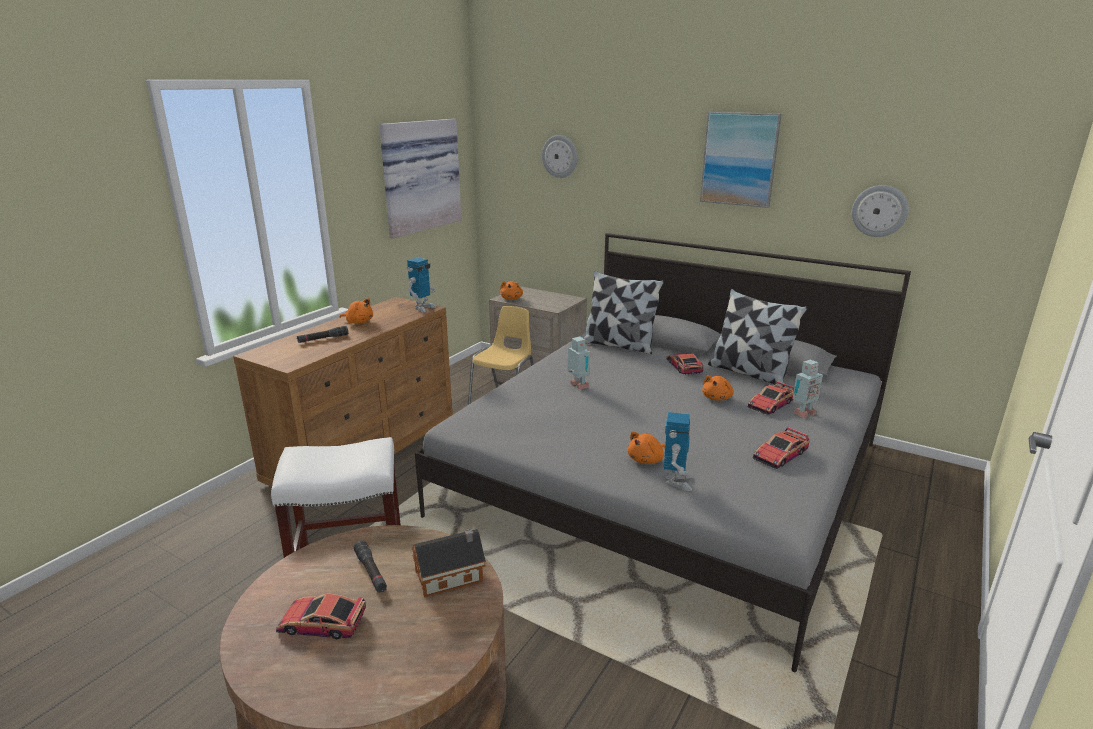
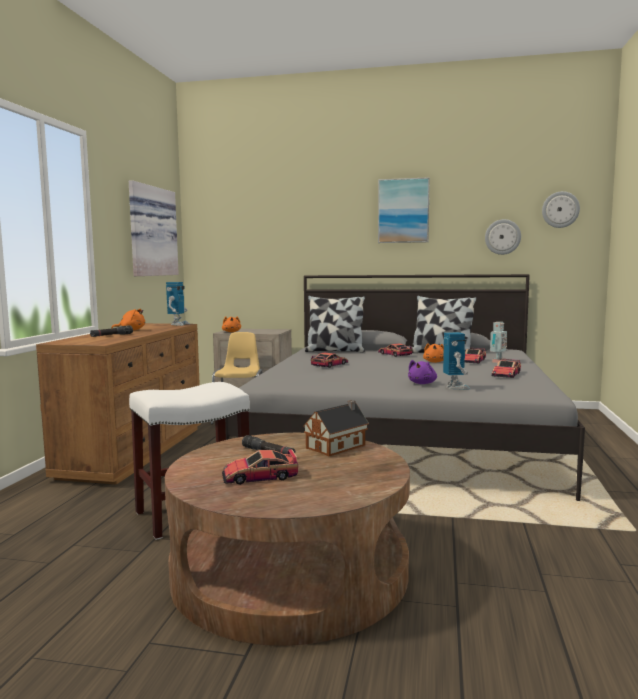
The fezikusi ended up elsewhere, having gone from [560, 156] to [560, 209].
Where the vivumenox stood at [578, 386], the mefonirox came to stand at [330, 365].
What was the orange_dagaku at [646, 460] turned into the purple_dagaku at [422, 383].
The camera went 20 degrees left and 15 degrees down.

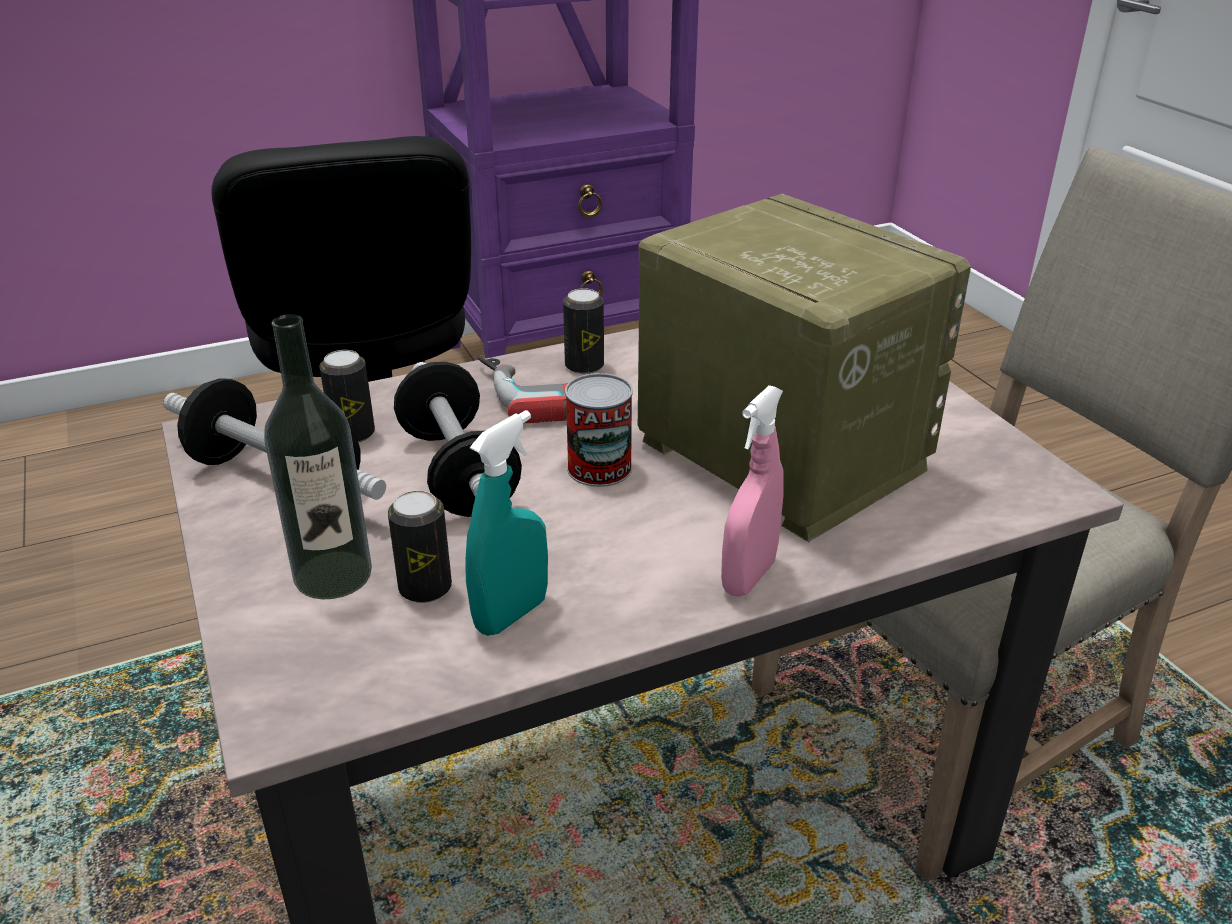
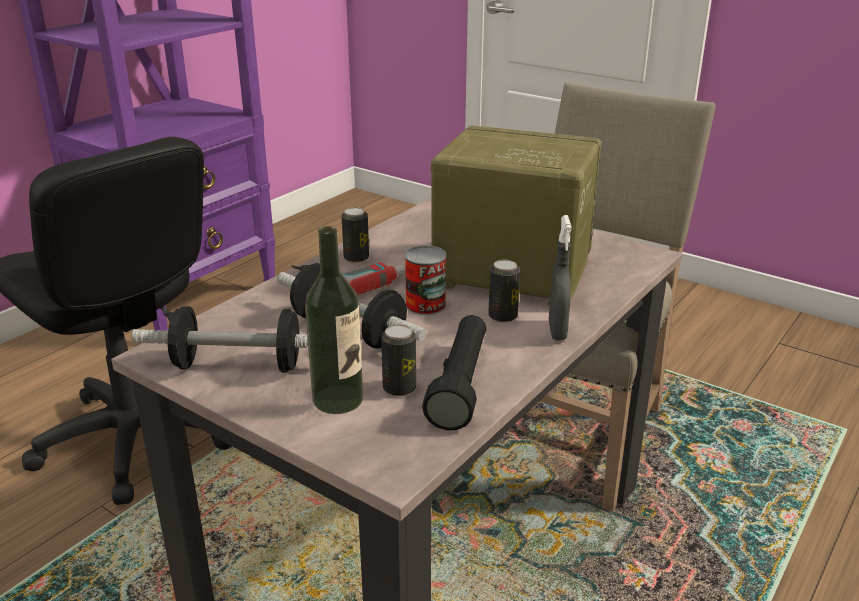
The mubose ended up elsewhere, having gone from [353, 434] to [502, 316].
Where the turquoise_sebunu stood at [511, 614], the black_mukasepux came to stand at [460, 384].
What was the pink_sebunu at [748, 577] turned into the grey_sebunu at [557, 331].
The camera went 30 degrees left and 5 degrees down.

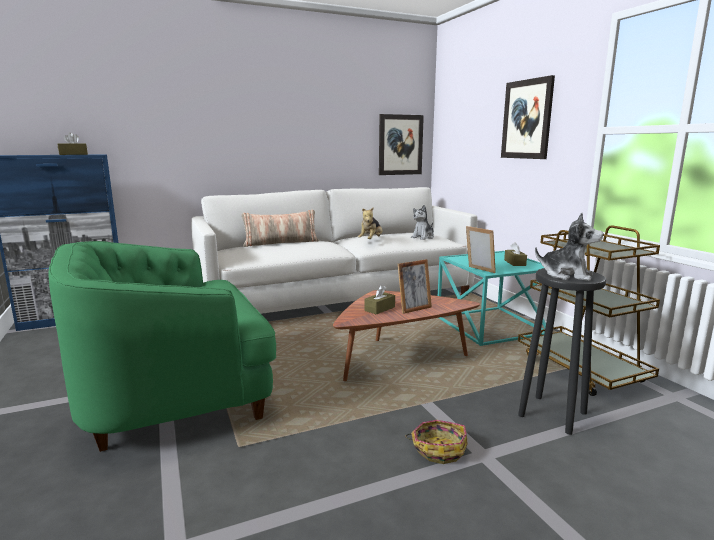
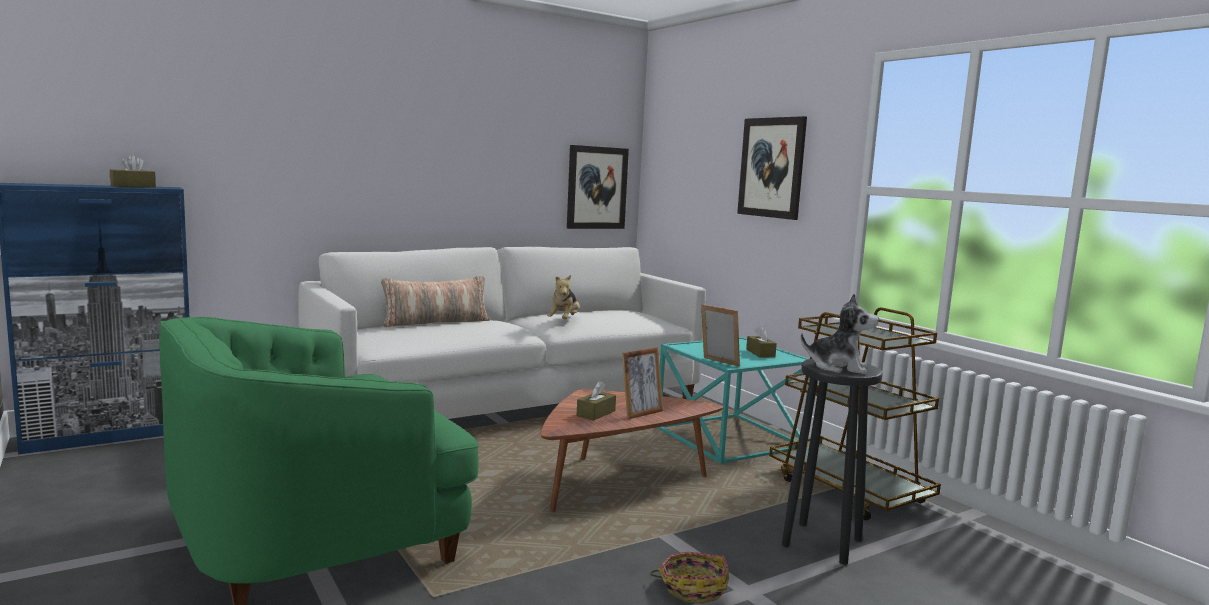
The second view lost the dagaku at [423, 237].
The camera went 10 degrees left and 5 degrees down.

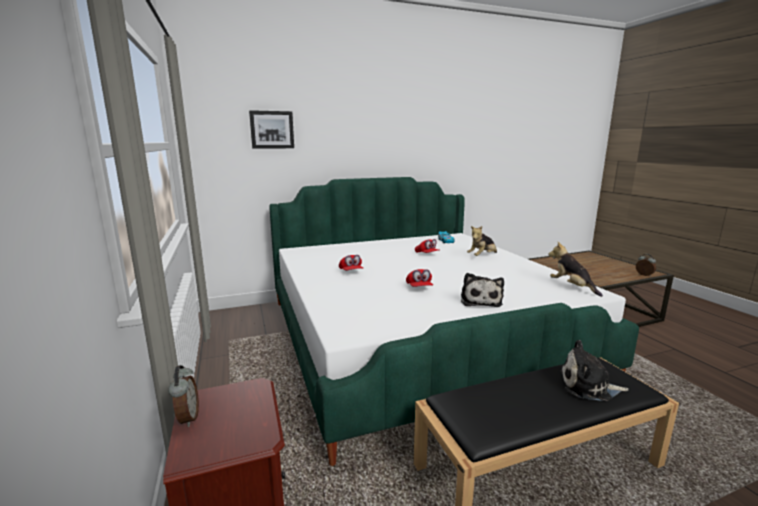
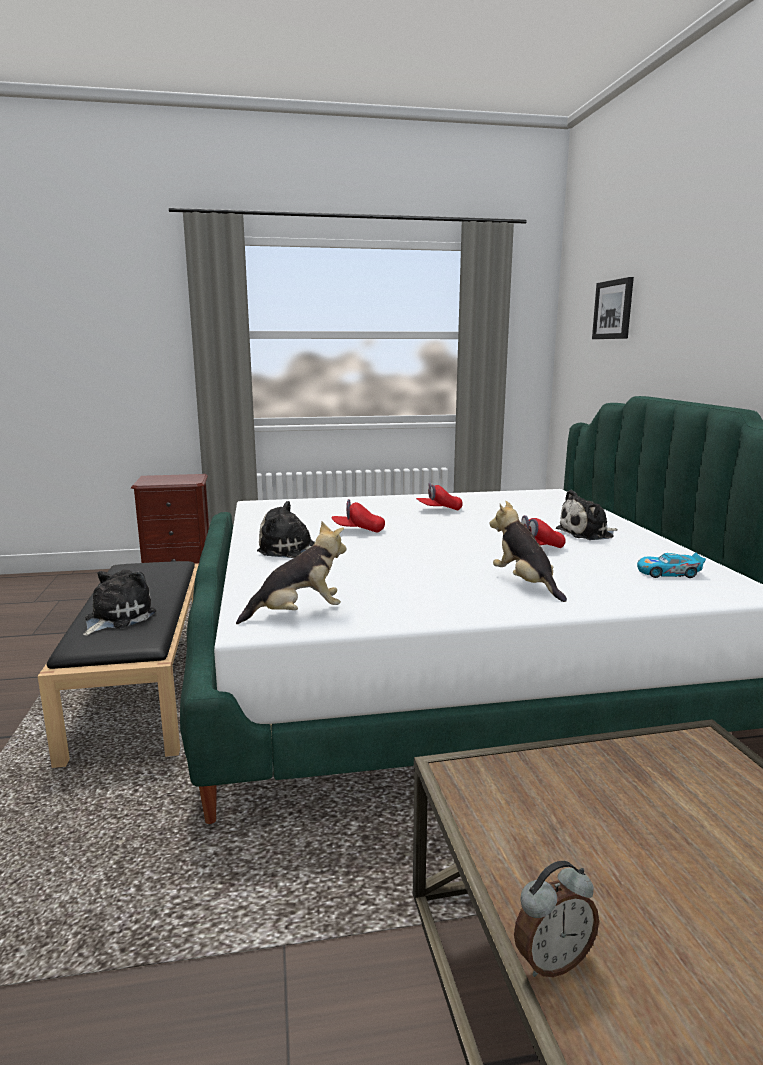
The second view lost the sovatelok at [187, 418].
The second view gained the dagaku at [587, 533].
The camera went 100 degrees right and 0 degrees up.

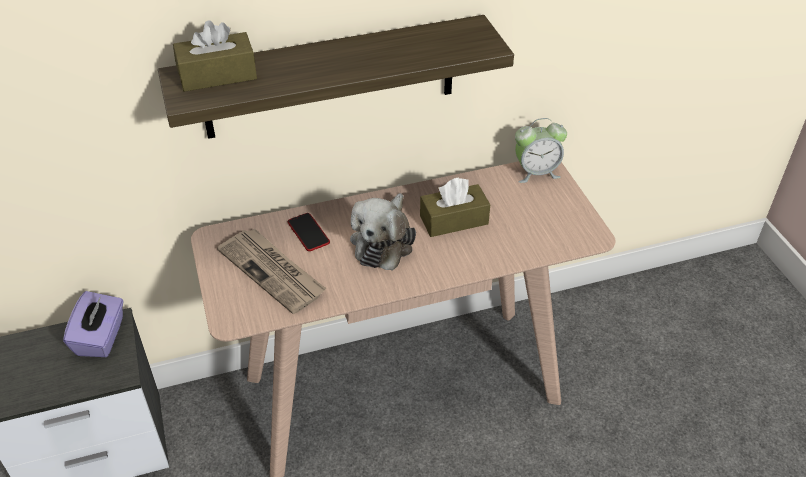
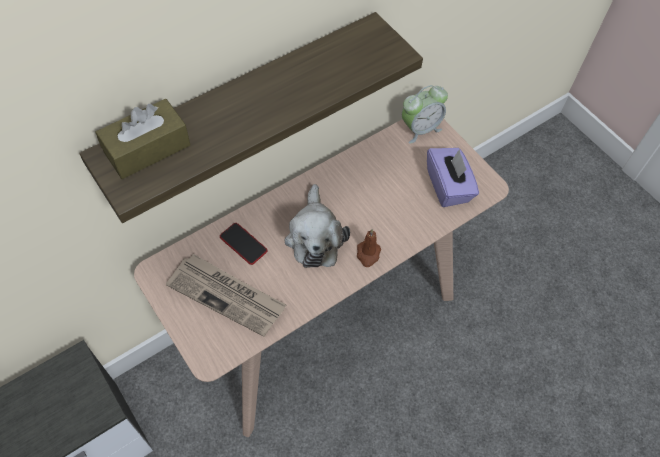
The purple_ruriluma ended up elsewhere, having gone from [101, 337] to [448, 187].
The second view lost the brown_ruriluma at [454, 220].
The second view gained the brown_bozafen at [368, 254].
The camera went 20 degrees left and 15 degrees up.

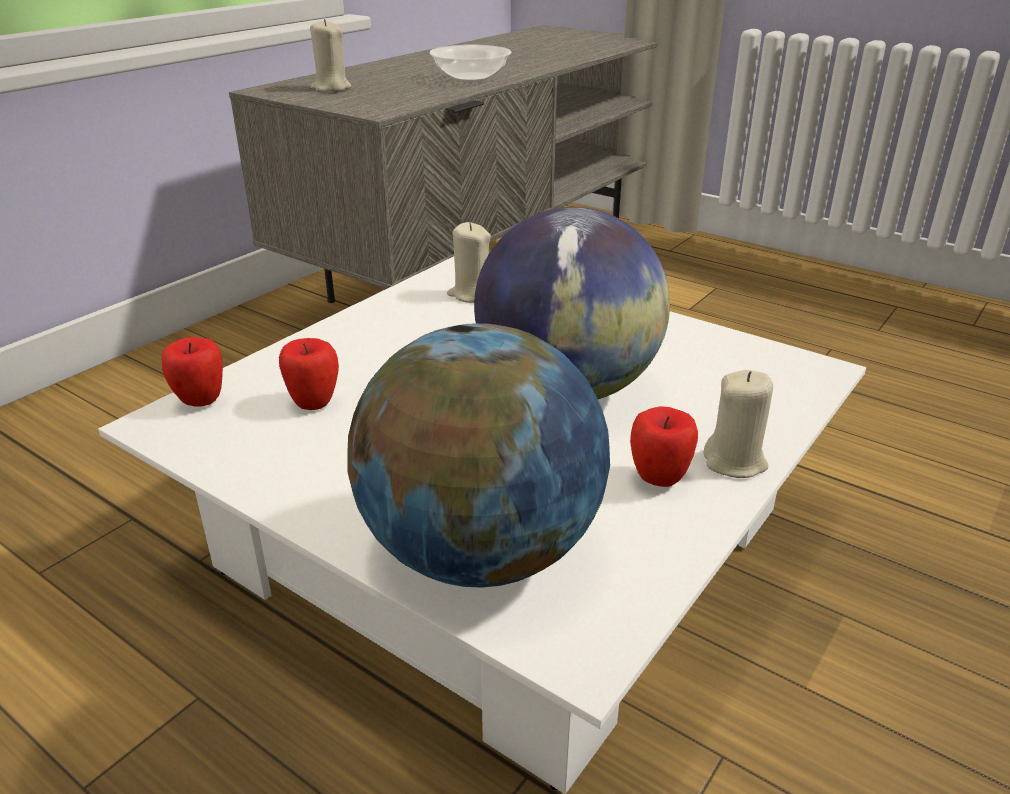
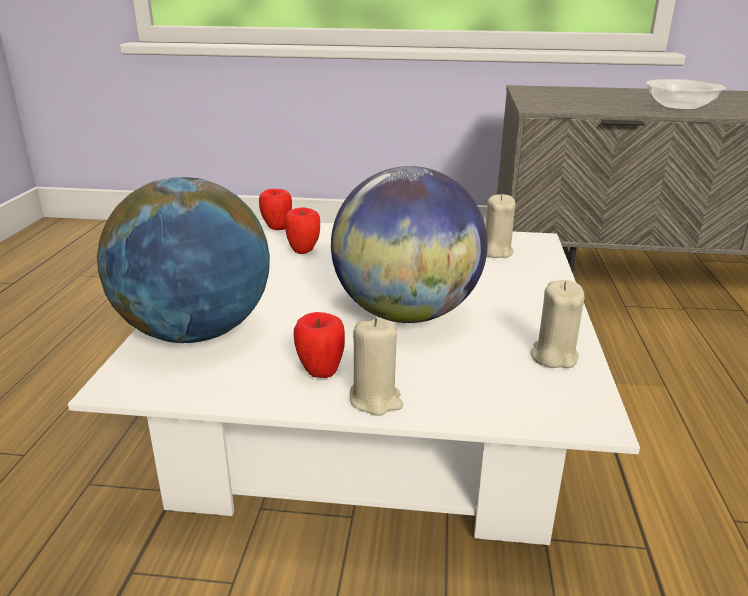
The beige_bozafen ended up elsewhere, having gone from [331, 88] to [553, 356].
The camera went 60 degrees right and 5 degrees down.

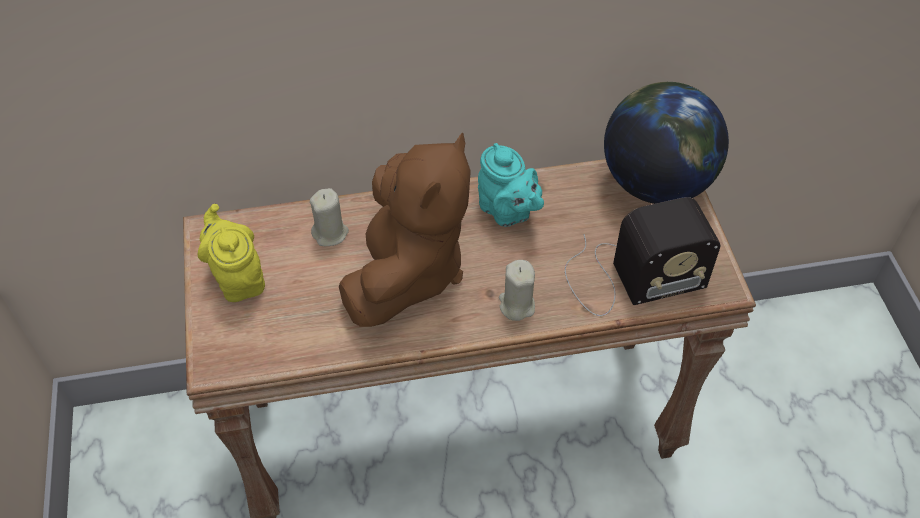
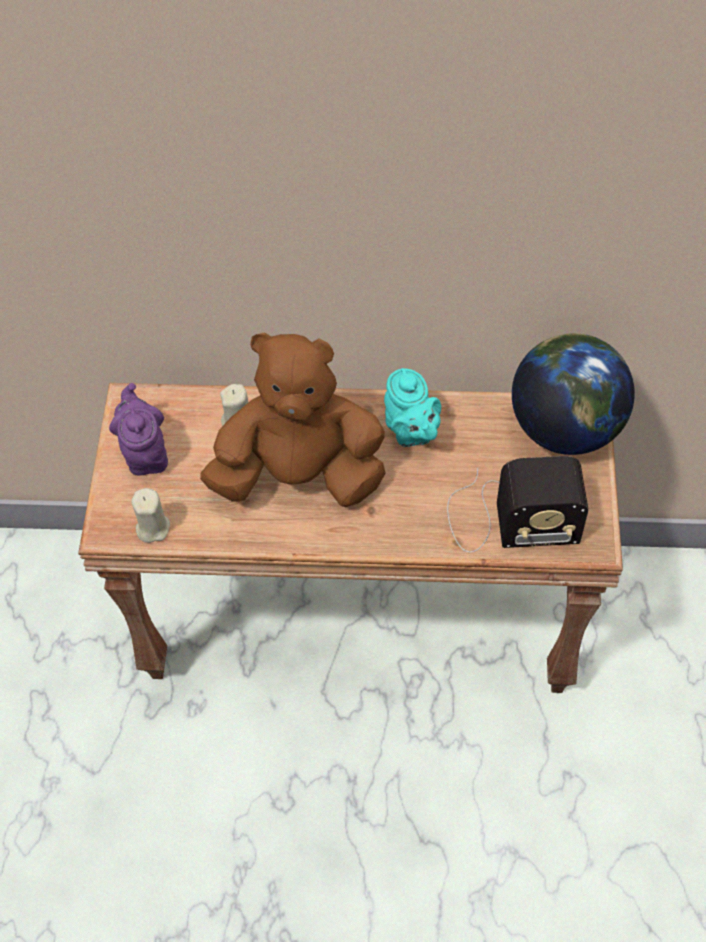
What was the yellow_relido at [238, 278] turned into the purple_relido at [145, 453].
The brown_dagaku at [407, 272] ended up facing another way, 120 degrees counterclockwise from before.
The beige_bozafen ended up elsewhere, having gone from [516, 305] to [152, 527].
The camera went 15 degrees right and 5 degrees up.

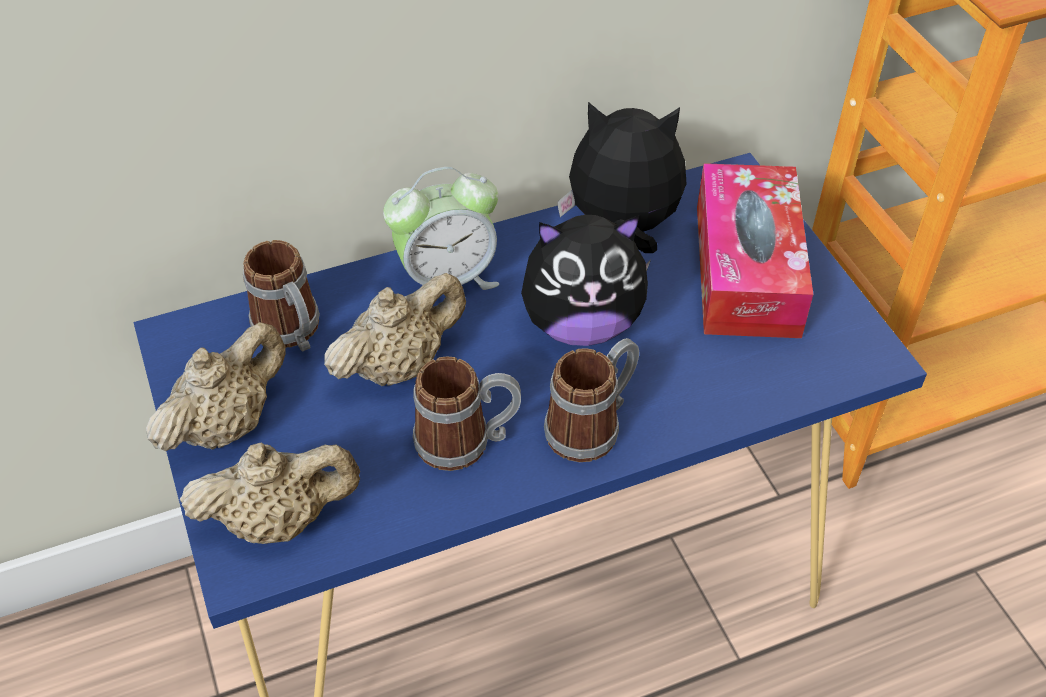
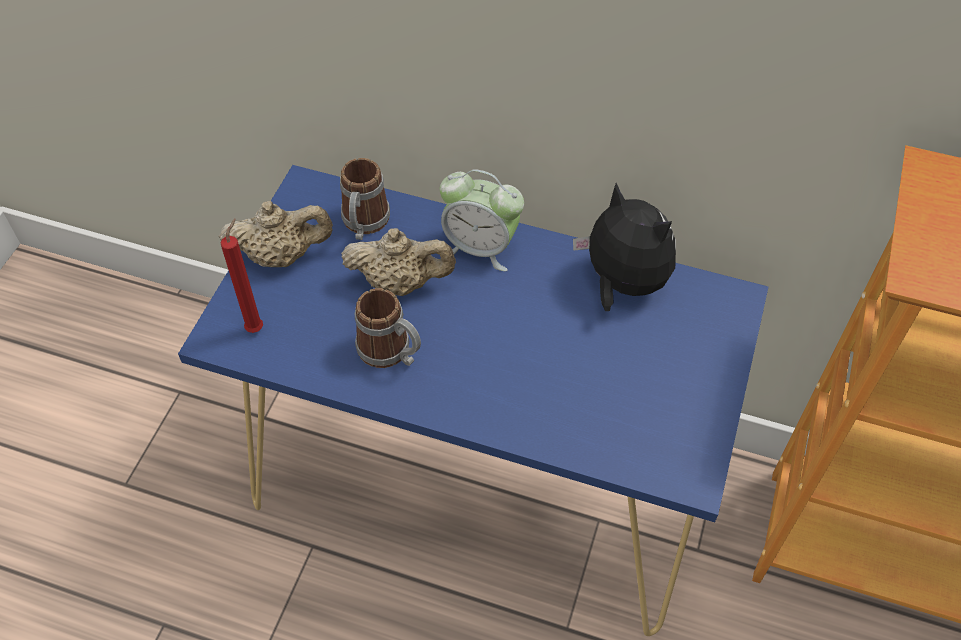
Where the beige_relido stood at [280, 519], the red_bozafen came to stand at [257, 327].
The second view lost the dagaku at [581, 323].
The second view lost the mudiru at [592, 425].
The second view lost the ruriluma at [746, 269].
The camera went 40 degrees right and 5 degrees up.

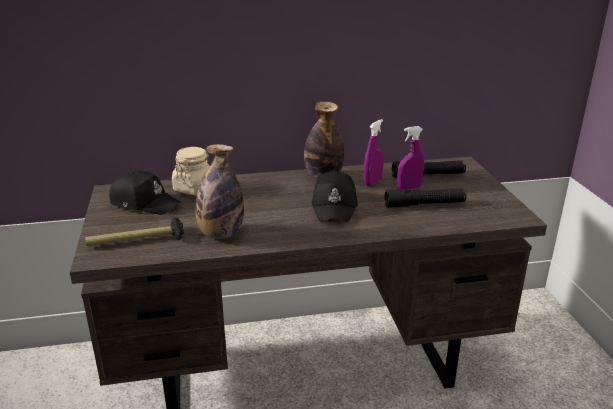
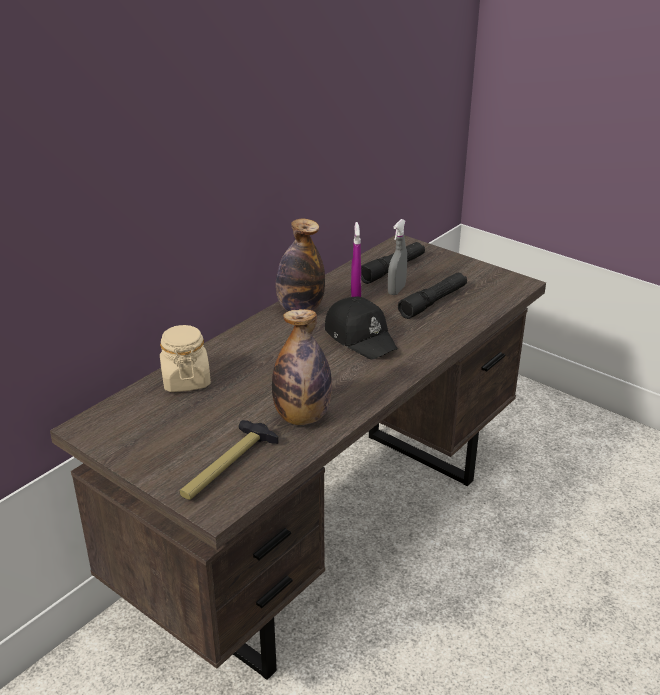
The second view lost the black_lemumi at [144, 202].
What was the purple_sebunu at [409, 188] turned into the grey_sebunu at [396, 290].
The camera went 40 degrees left and 5 degrees up.

